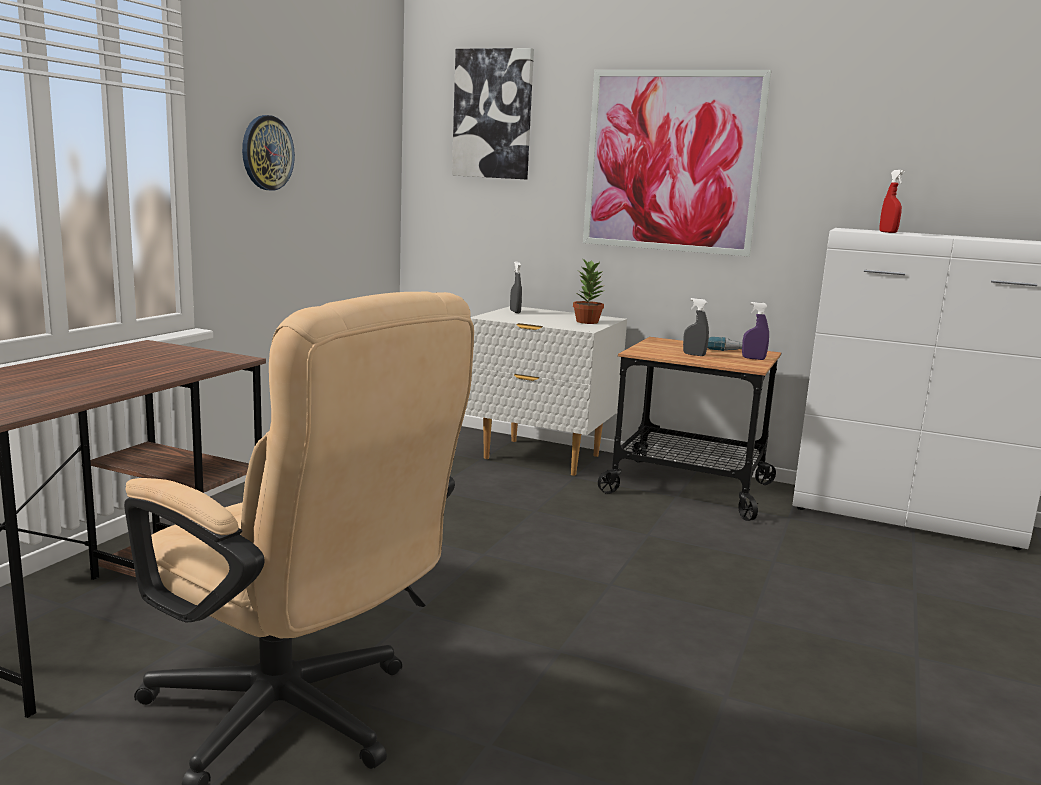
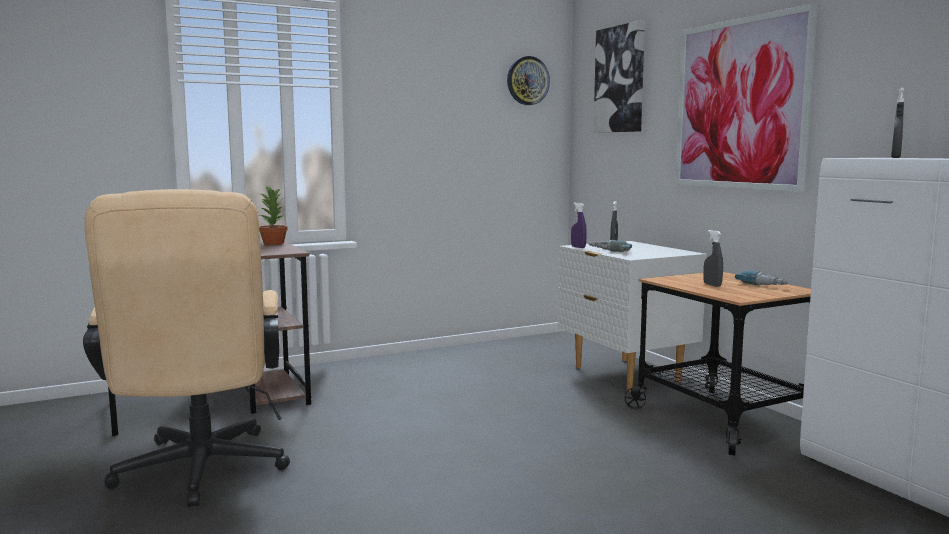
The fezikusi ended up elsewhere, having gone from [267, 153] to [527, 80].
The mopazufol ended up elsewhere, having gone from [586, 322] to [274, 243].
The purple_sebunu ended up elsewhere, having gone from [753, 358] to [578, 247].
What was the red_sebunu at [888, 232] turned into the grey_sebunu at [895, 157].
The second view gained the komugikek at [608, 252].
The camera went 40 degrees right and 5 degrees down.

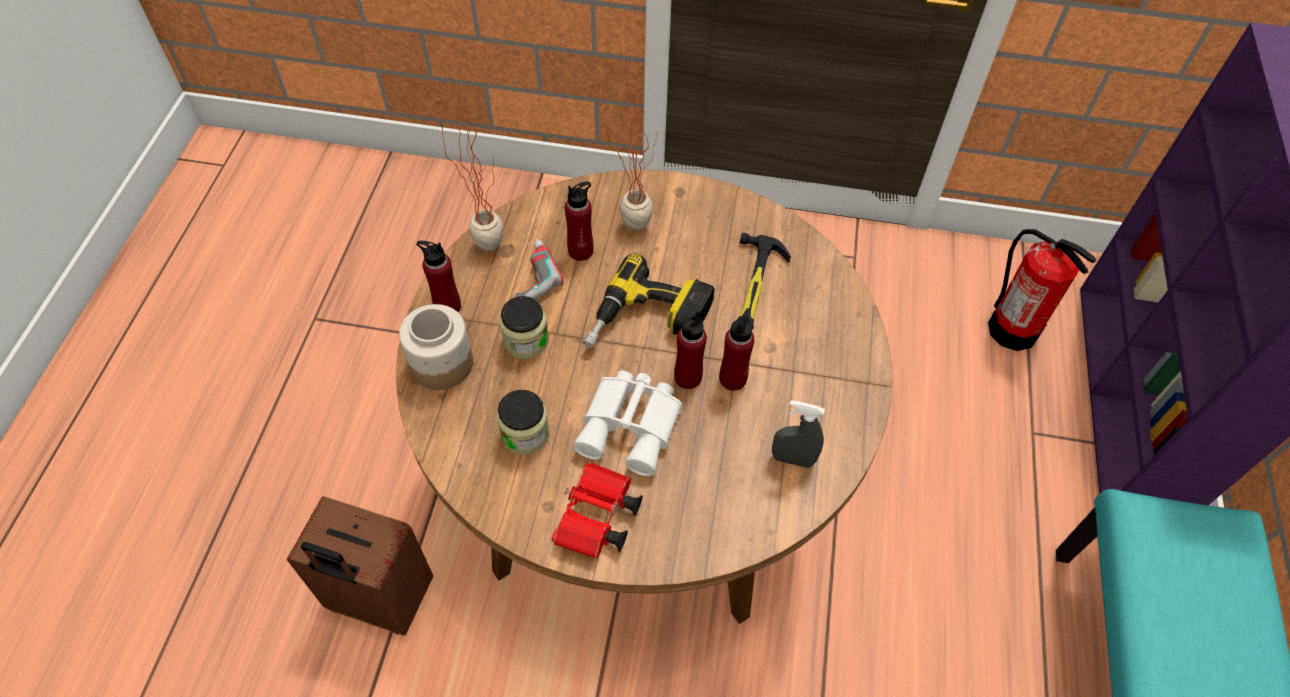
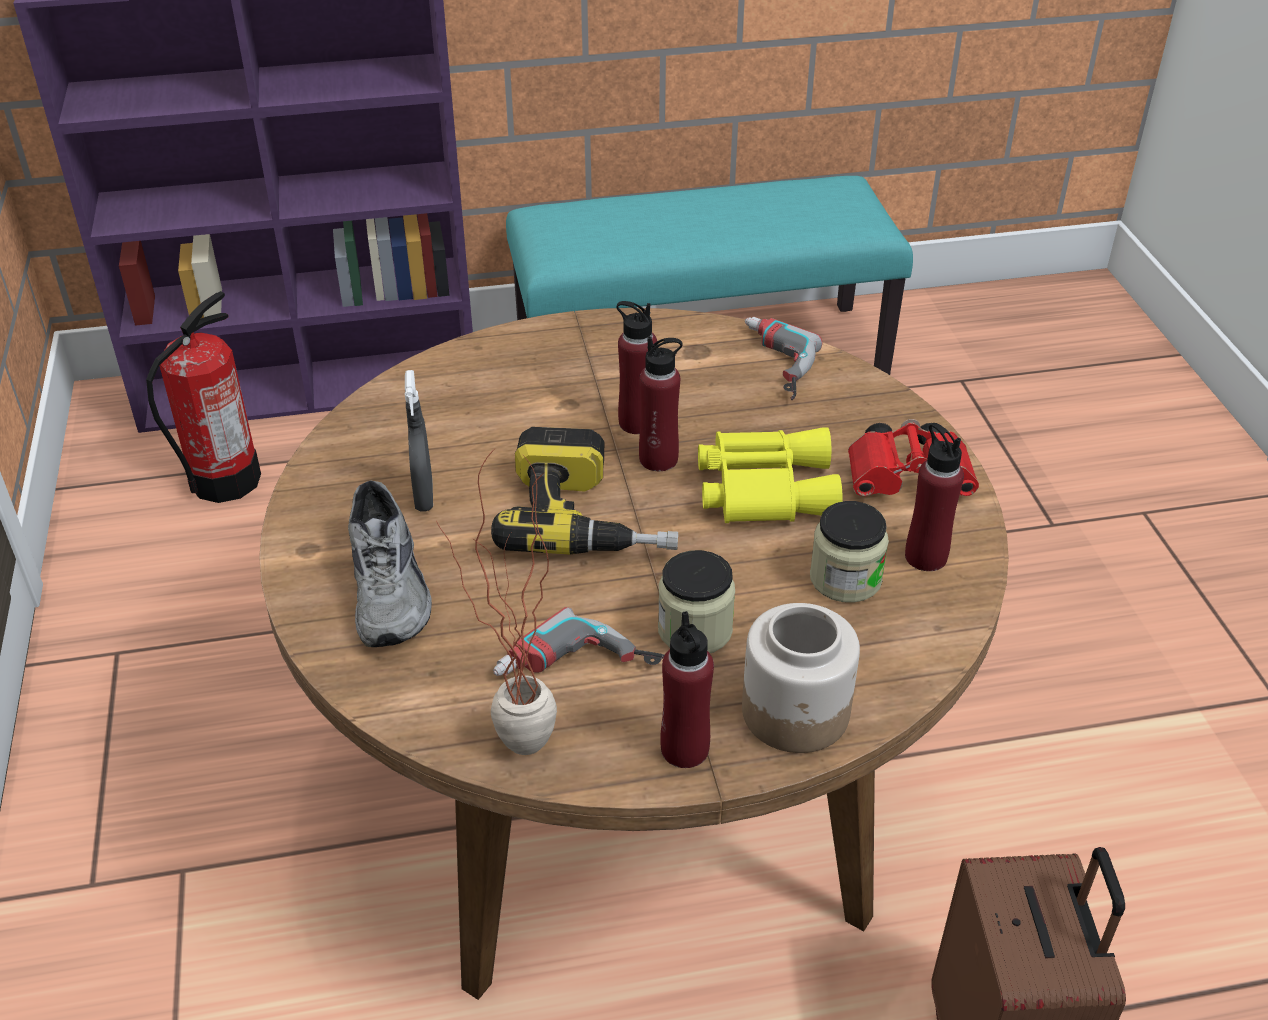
The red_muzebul ended up elsewhere, having gone from [580, 251] to [925, 556].
What was the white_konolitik at [632, 426] turned into the yellow_konolitik at [763, 487].
Where the mopazufol stood at [629, 219], the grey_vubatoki came to stand at [392, 588].
The second view lost the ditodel at [756, 285].
The grey_sebunu ended up elsewhere, having gone from [792, 459] to [424, 496].
The second view gained the komugikek at [769, 365].
The camera went 110 degrees left and 15 degrees down.

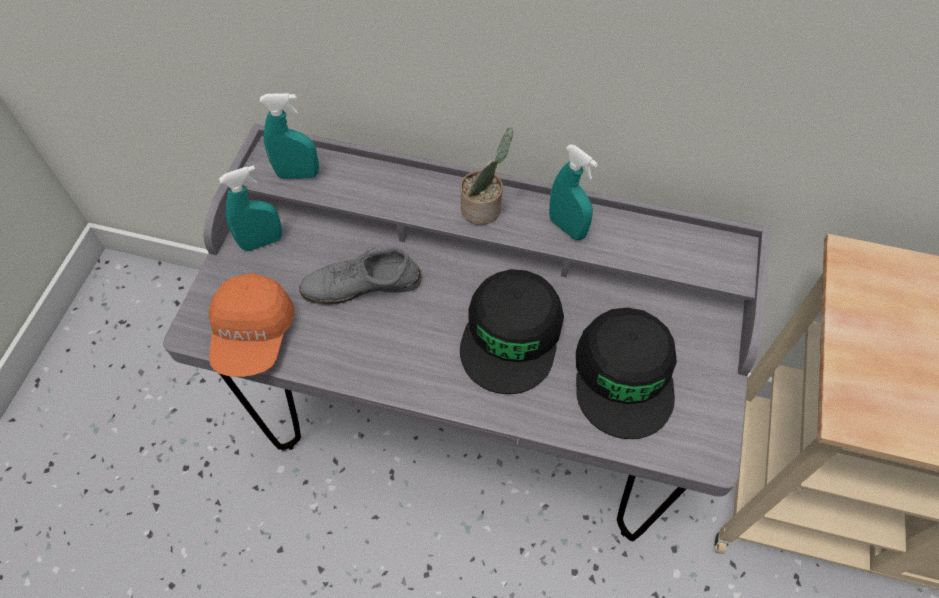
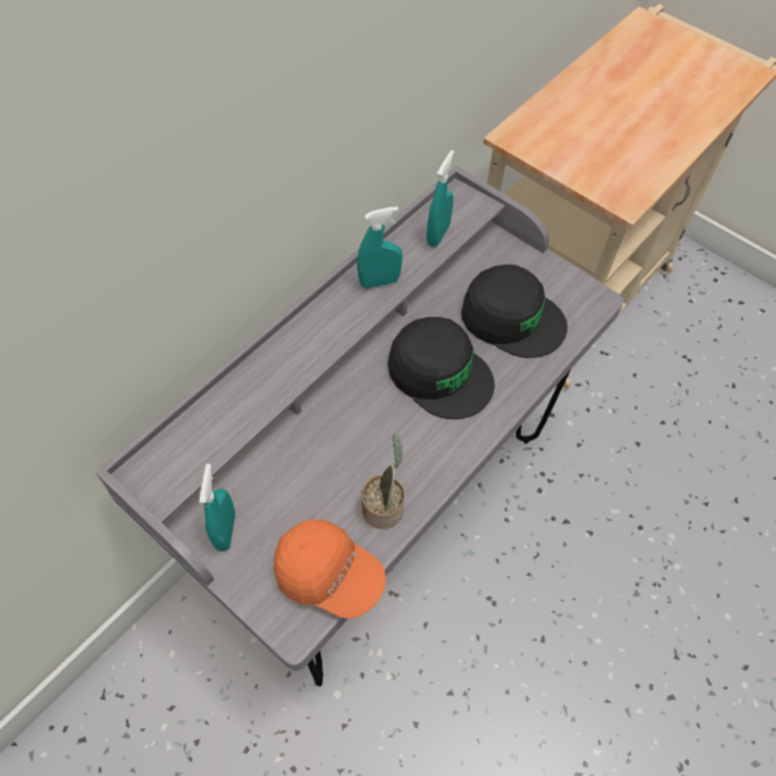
The turquoise_sebunu ended up elsewhere, having gone from [298, 174] to [438, 235].
The second view lost the grey_vubatoki at [361, 284].
The mopazufol ended up elsewhere, having gone from [484, 209] to [384, 506].
The camera went 65 degrees left and 0 degrees up.

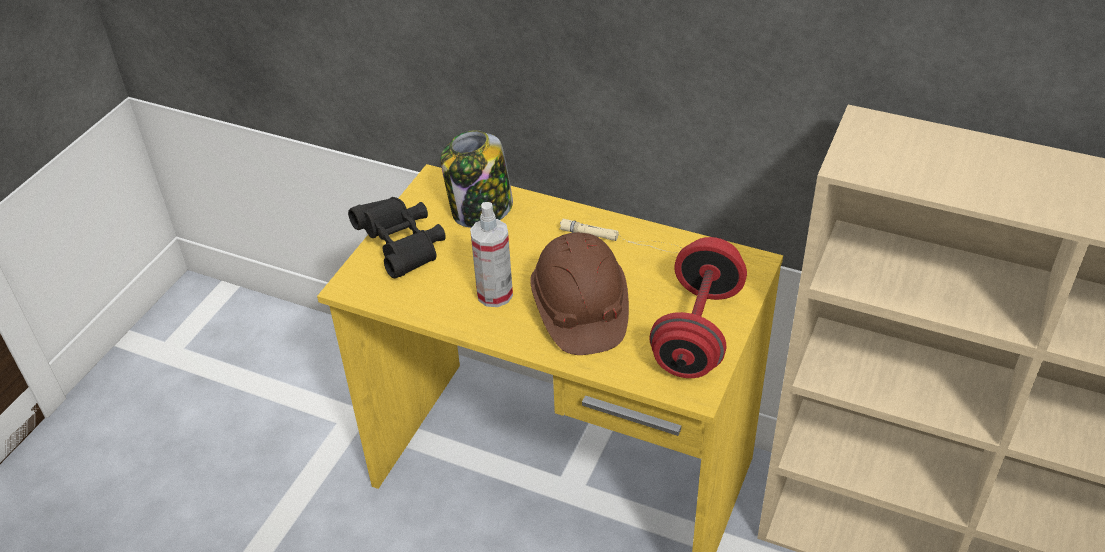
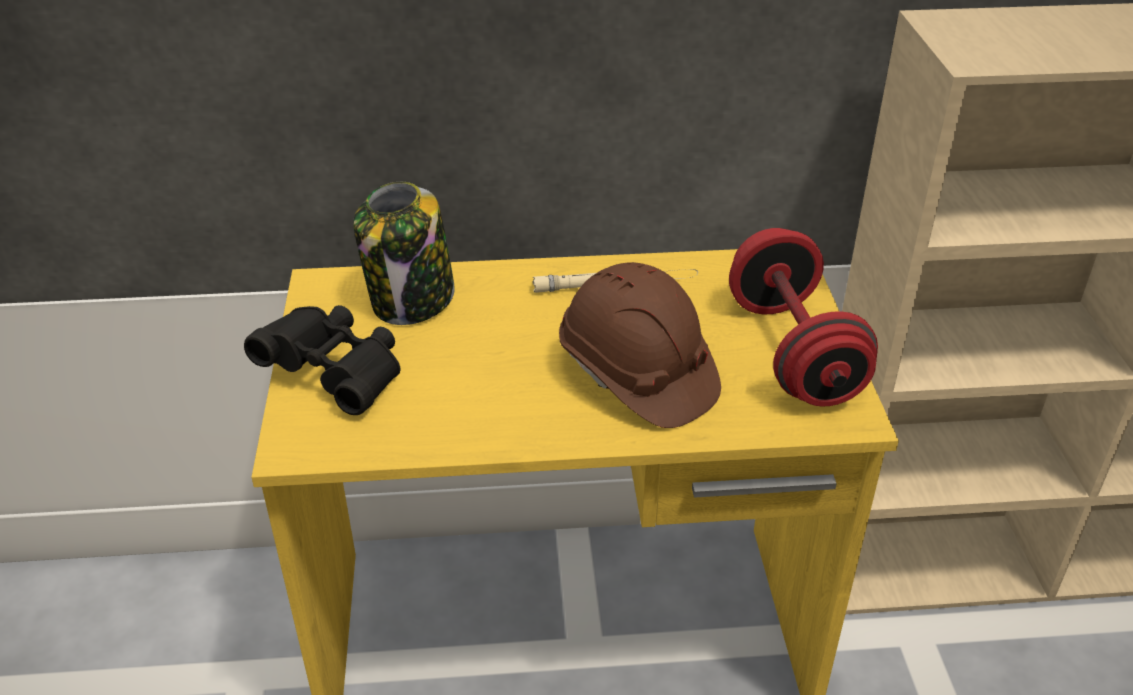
The second view lost the sebunu at [495, 294].
The camera went 30 degrees left and 5 degrees down.

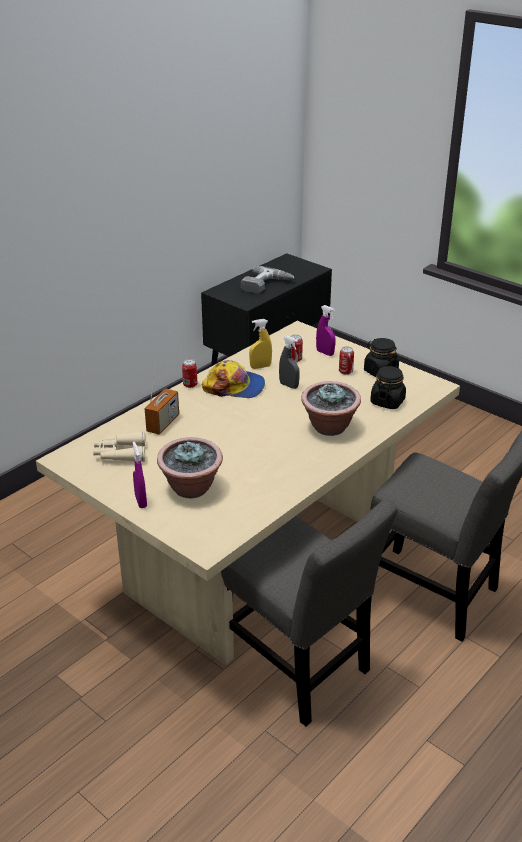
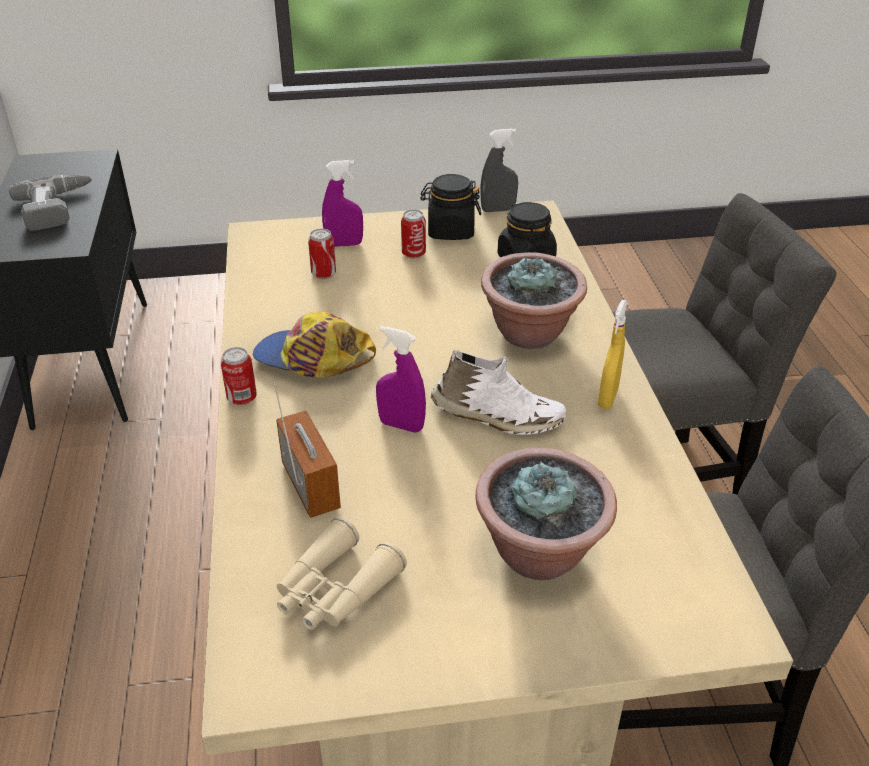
The purple_sebunu ended up elsewhere, having gone from [141, 501] to [401, 425].
The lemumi at [234, 387] ended up facing another way, 120 degrees counterclockwise from before.
The yellow_sebunu ended up elsewhere, having gone from [260, 367] to [608, 398].
The grey_sebunu ended up elsewhere, having gone from [289, 385] to [498, 210].
The second view gained the white_vubatoki at [496, 416].
The camera went 50 degrees left and 5 degrees up.

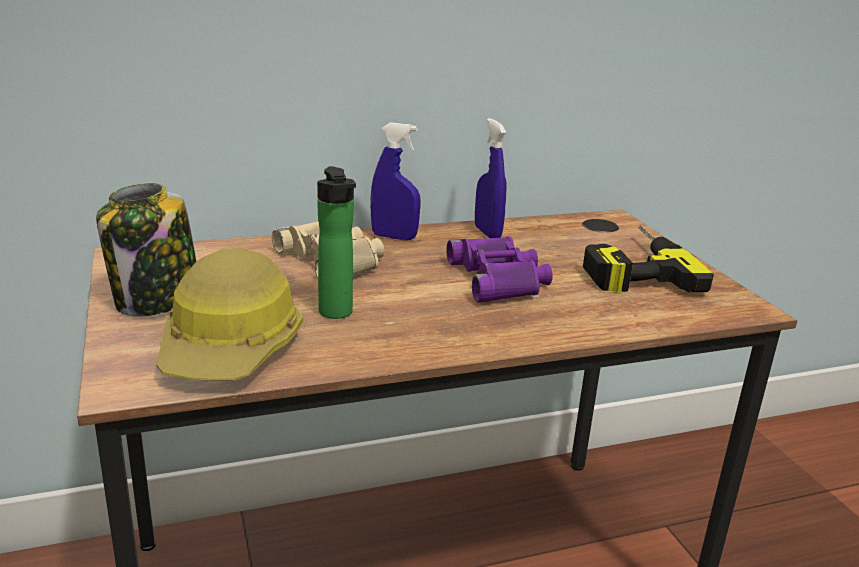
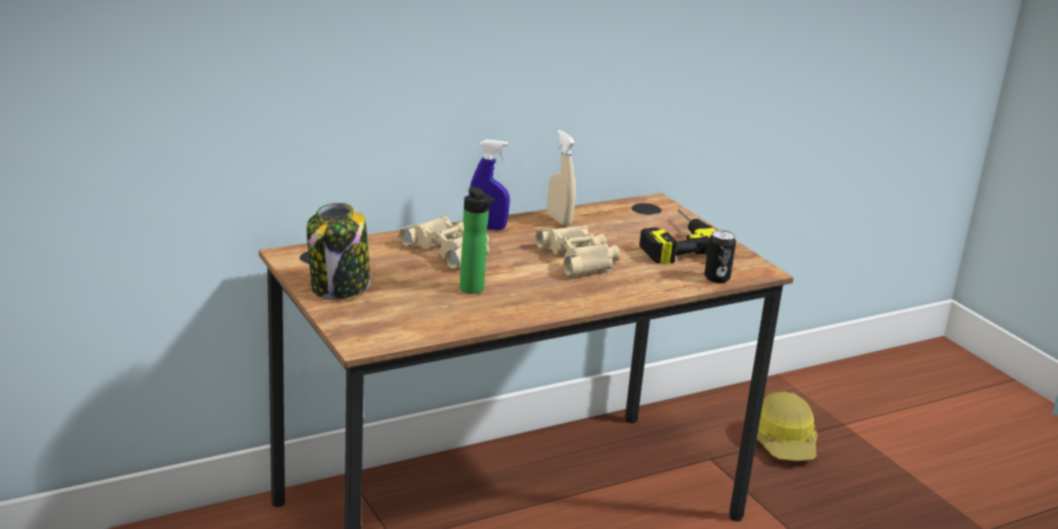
The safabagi ended up elsewhere, having gone from [232, 348] to [783, 442].
What was the purple_konolitik at [499, 279] turned into the beige_konolitik at [579, 258].
What was the blue_sebunu at [487, 233] turned into the beige_sebunu at [559, 220].
The second view gained the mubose at [717, 278].
The camera went 10 degrees left and 0 degrees up.

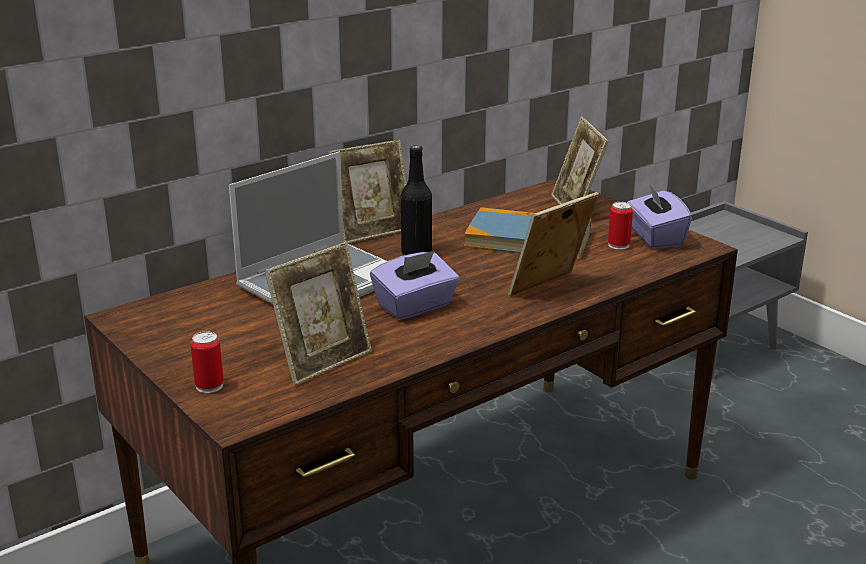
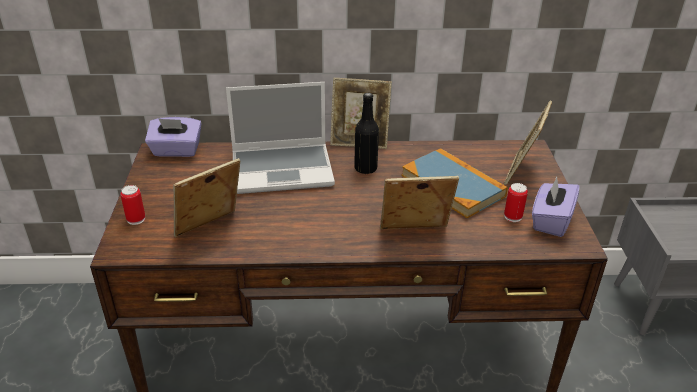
The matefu at [323, 361] ended up facing another way, 150 degrees clockwise from before.
The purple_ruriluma ended up elsewhere, having gone from [415, 306] to [176, 151].
The camera went 35 degrees right and 10 degrees up.

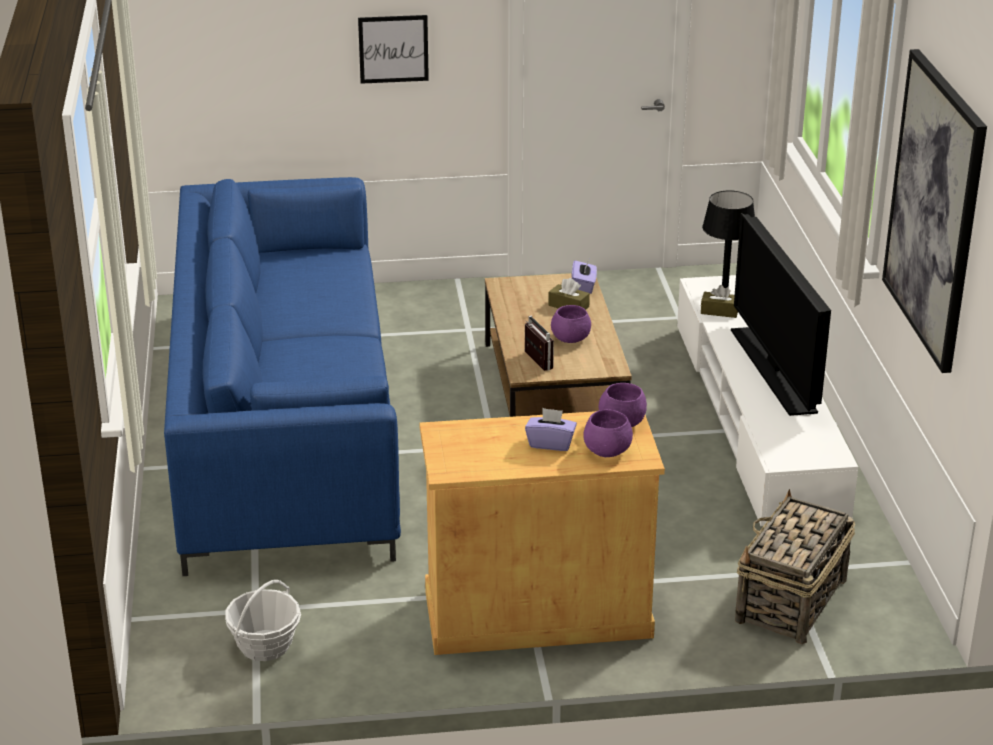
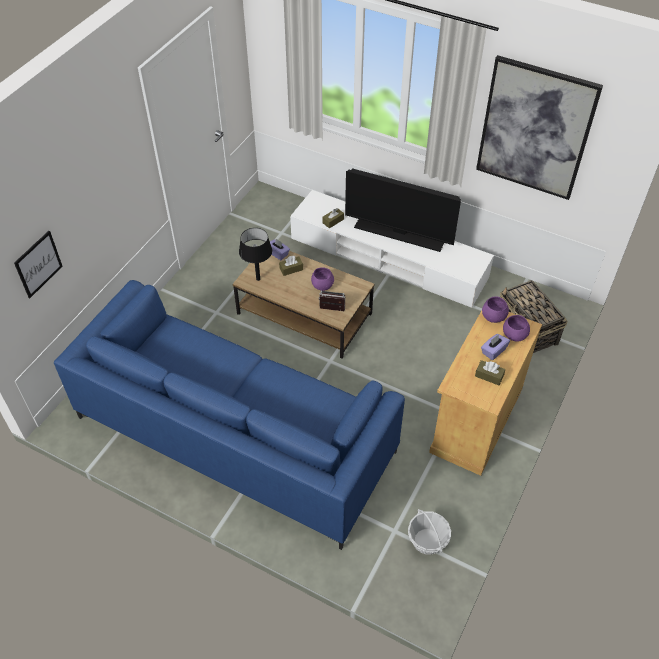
The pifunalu ended up elsewhere, having gone from [393, 49] to [38, 264].
The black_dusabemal ended up elsewhere, having gone from [725, 286] to [258, 279].
The second view gained the brown_ruriluma at [489, 376].
The camera went 55 degrees left and 20 degrees up.

